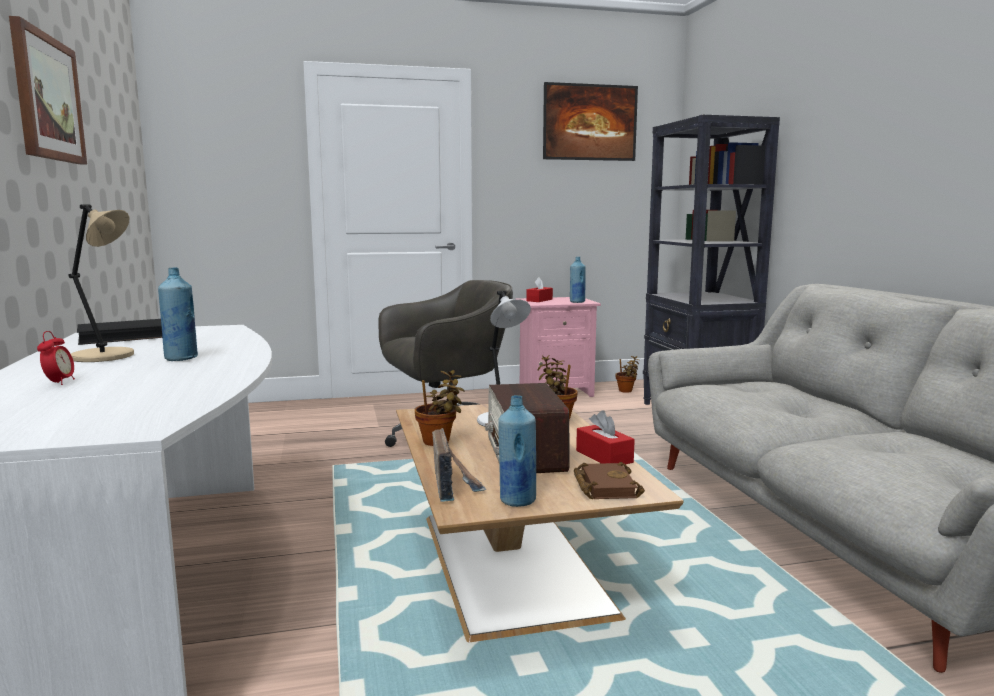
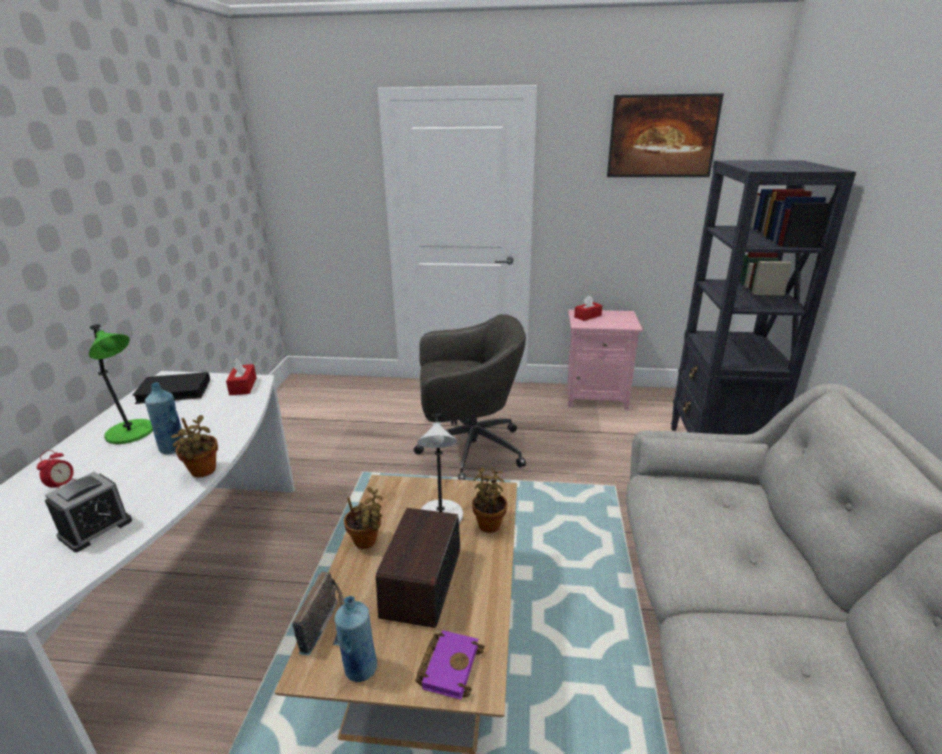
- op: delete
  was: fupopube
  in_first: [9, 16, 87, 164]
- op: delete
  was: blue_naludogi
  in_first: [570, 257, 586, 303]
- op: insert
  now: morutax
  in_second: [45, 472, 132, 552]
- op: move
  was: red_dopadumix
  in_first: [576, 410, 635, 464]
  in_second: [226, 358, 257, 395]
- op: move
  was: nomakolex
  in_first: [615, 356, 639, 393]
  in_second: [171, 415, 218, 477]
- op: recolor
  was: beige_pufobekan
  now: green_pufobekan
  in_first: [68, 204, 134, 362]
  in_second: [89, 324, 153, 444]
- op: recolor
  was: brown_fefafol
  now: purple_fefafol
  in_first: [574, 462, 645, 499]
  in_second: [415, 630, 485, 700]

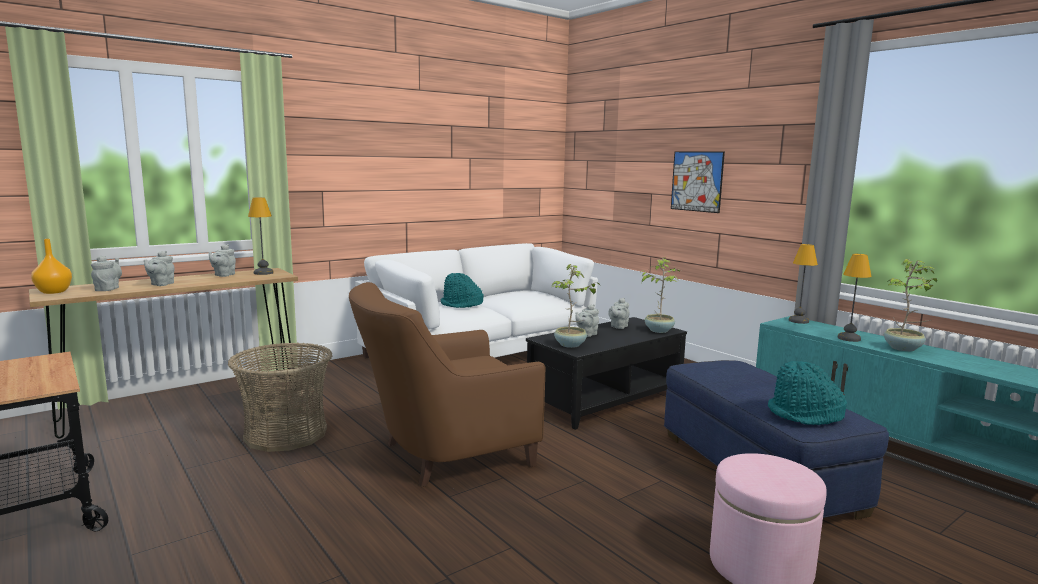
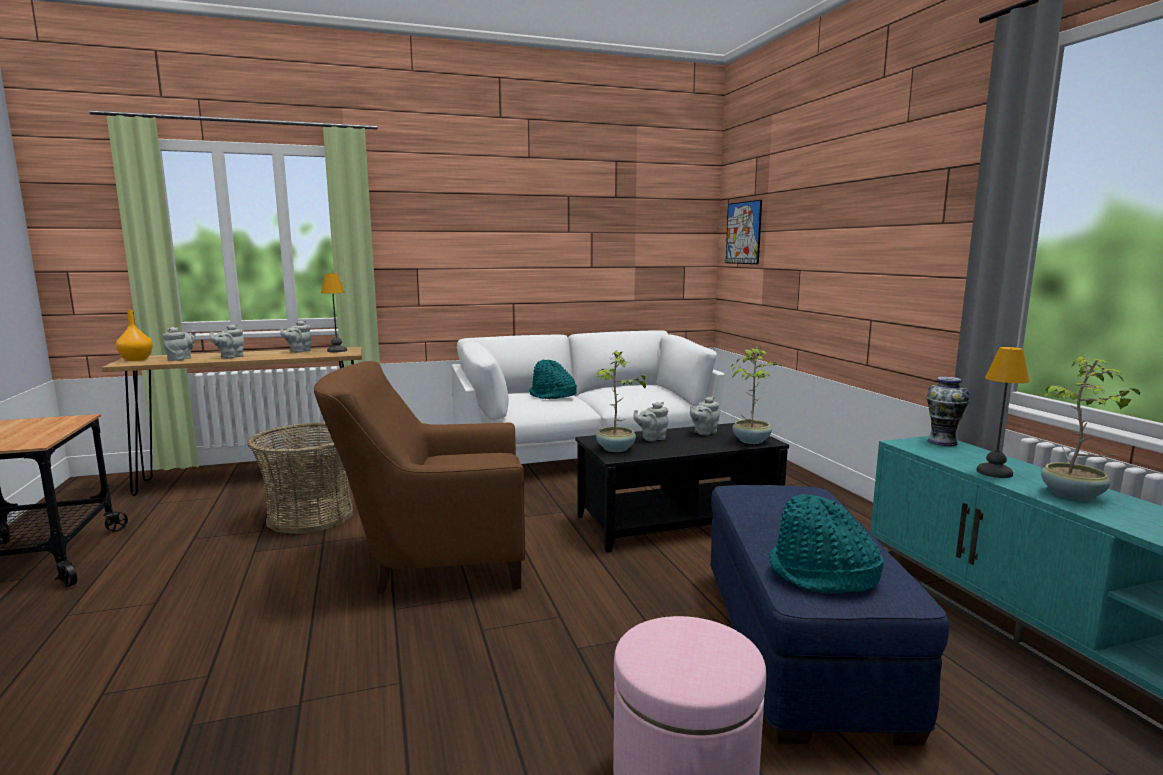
- op: move
  was: fupopube
  in_first: [671, 151, 725, 213]
  in_second: [726, 200, 762, 264]
- op: replace
  was: pufobekan
  now: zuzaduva
  in_first: [789, 244, 818, 324]
  in_second: [926, 377, 969, 446]

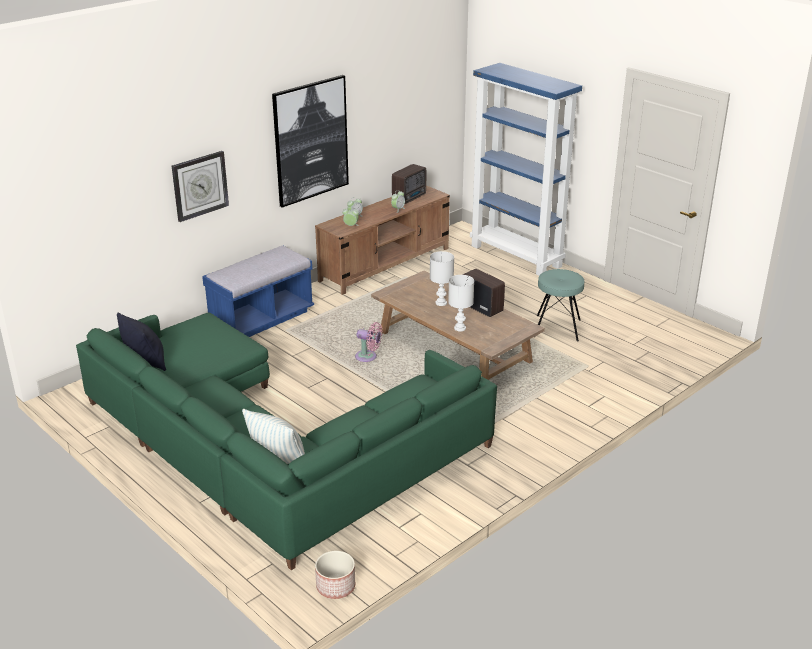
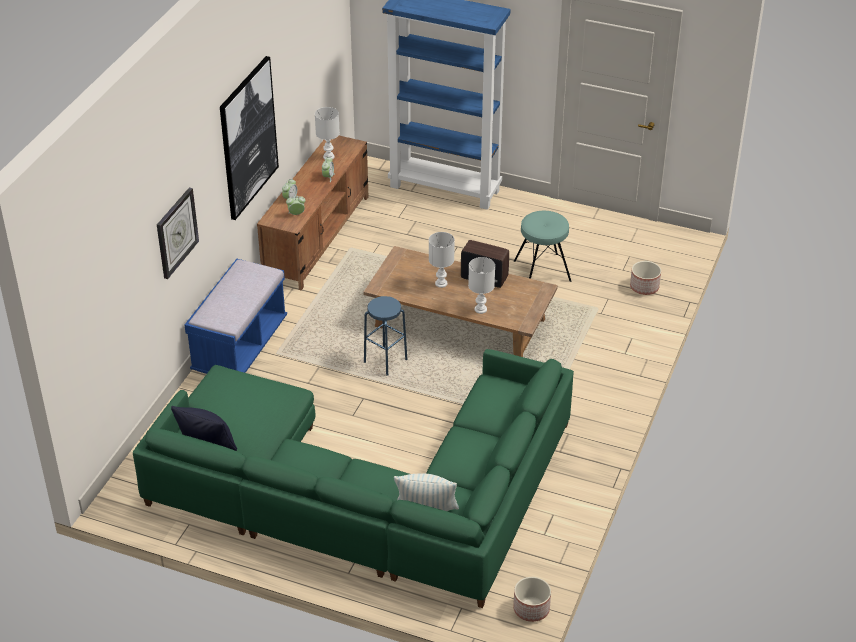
- op: insert
  now: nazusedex
  in_second: [630, 261, 661, 295]
- op: replace
  was: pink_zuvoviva
  now: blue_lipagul
  in_first: [355, 322, 382, 362]
  in_second: [364, 296, 407, 375]
- op: replace
  was: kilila
  now: white_pufobekan
  in_first: [392, 164, 426, 204]
  in_second: [315, 107, 340, 159]

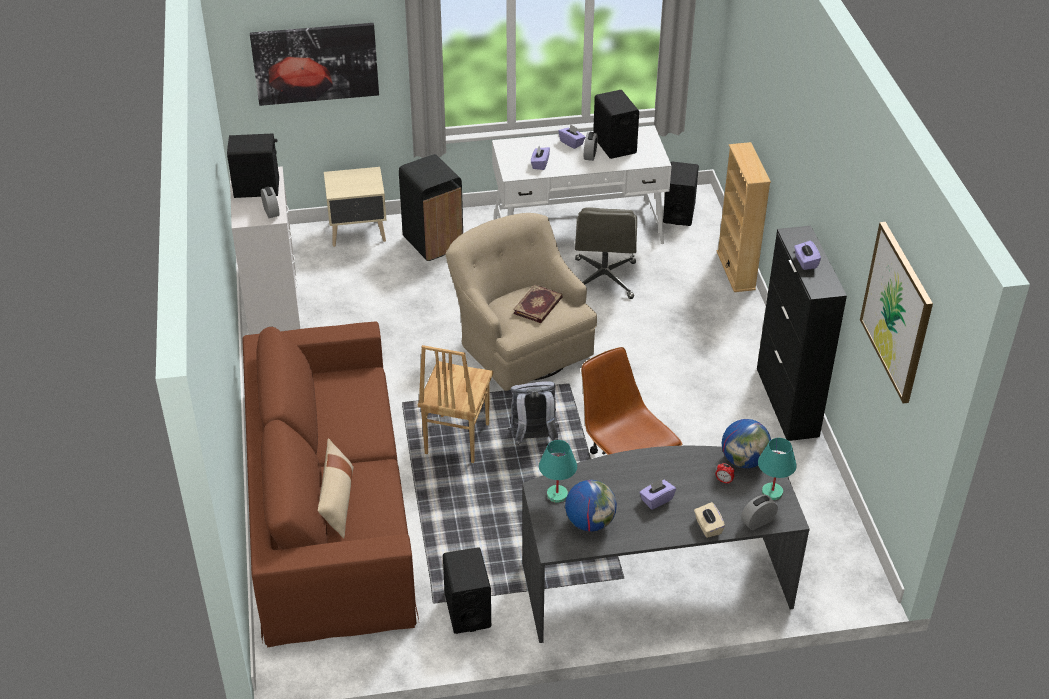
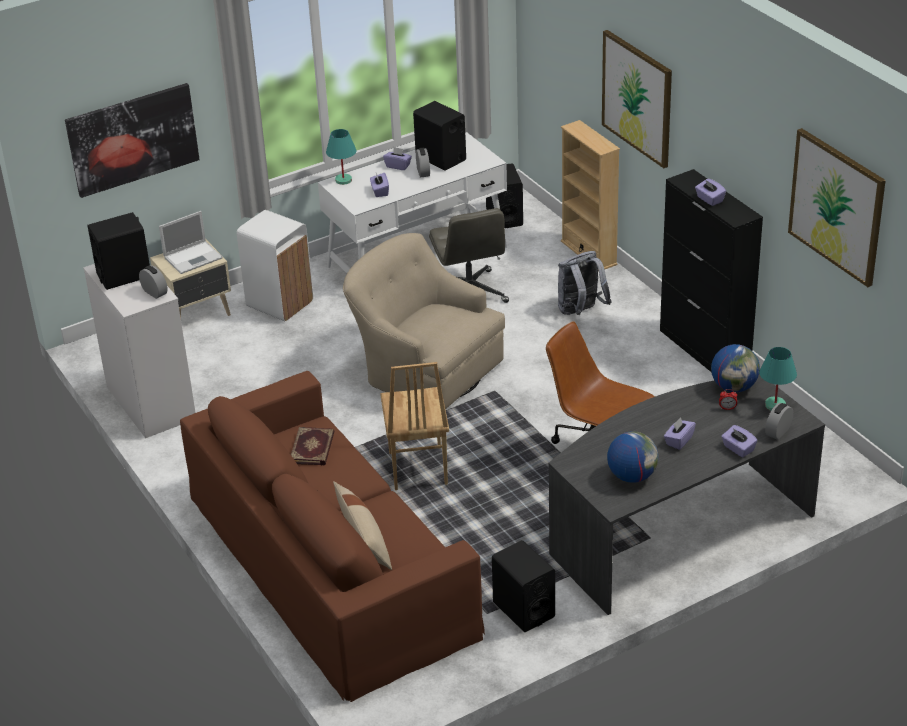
- op: insert
  now: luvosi
  in_second: [159, 211, 223, 274]
- op: insert
  now: fupopube
  in_second: [602, 30, 672, 168]
- op: move
  was: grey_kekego
  in_first: [508, 381, 559, 446]
  in_second: [558, 251, 612, 315]
- op: move
  was: fefafol
  in_first: [513, 284, 563, 323]
  in_second: [291, 427, 335, 465]
- op: move
  was: turquoise_pufobekan
  in_first: [539, 440, 577, 503]
  in_second: [326, 129, 356, 185]
- op: recolor
  was: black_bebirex
  now: white_bebirex
  in_first: [399, 154, 463, 261]
  in_second: [237, 210, 314, 322]
- op: recolor
  was: beige_dopadumix
  now: purple_dopadumix
  in_first: [694, 502, 725, 538]
  in_second: [721, 425, 758, 457]

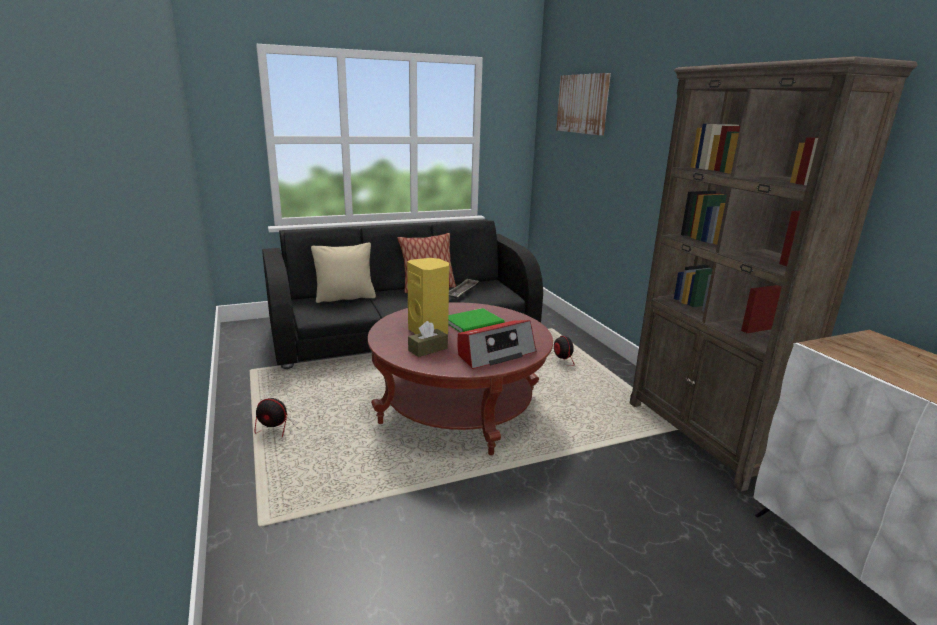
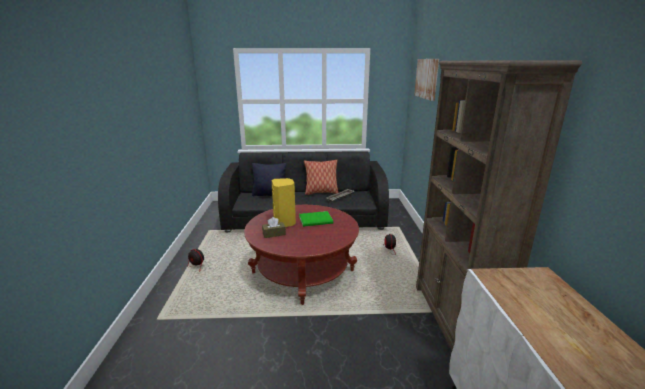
- op: delete
  was: kilila
  in_first: [457, 320, 536, 369]
- op: recolor
  was: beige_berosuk
  now: black_berosuk
  in_first: [311, 243, 376, 303]
  in_second: [252, 163, 286, 196]

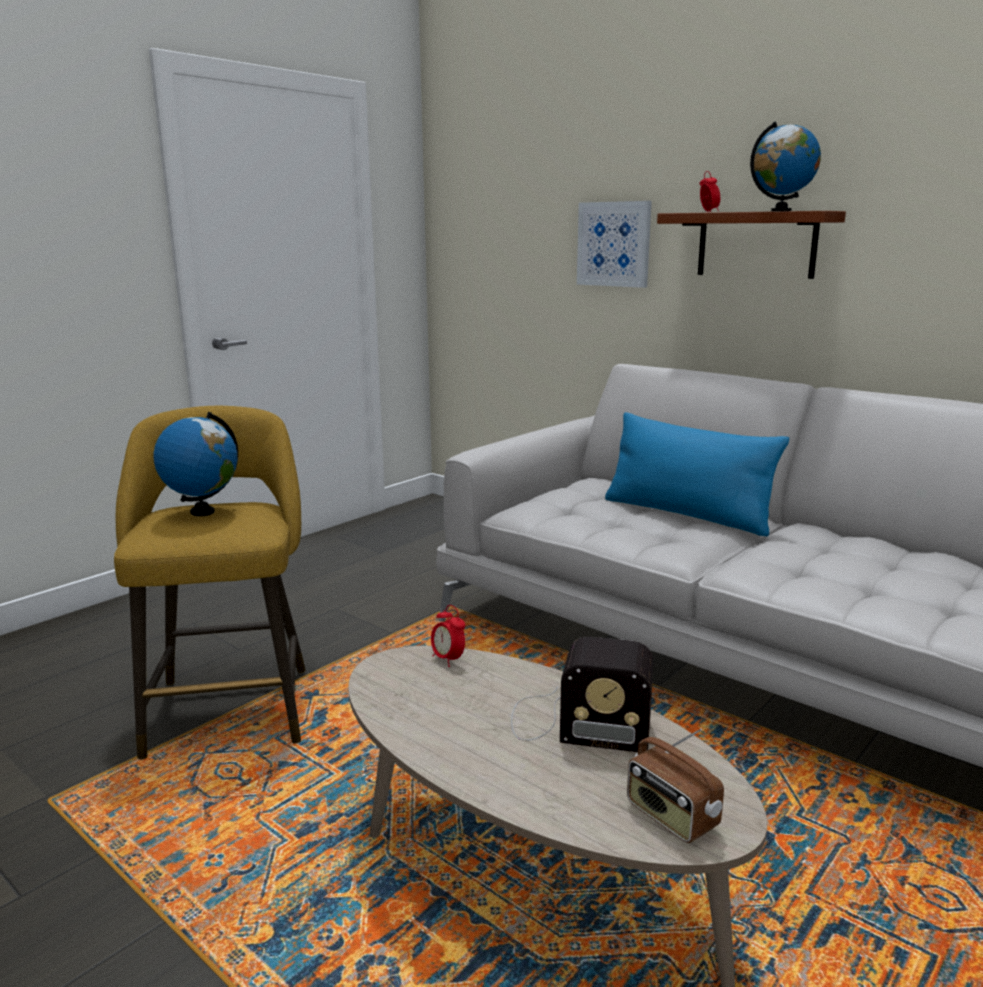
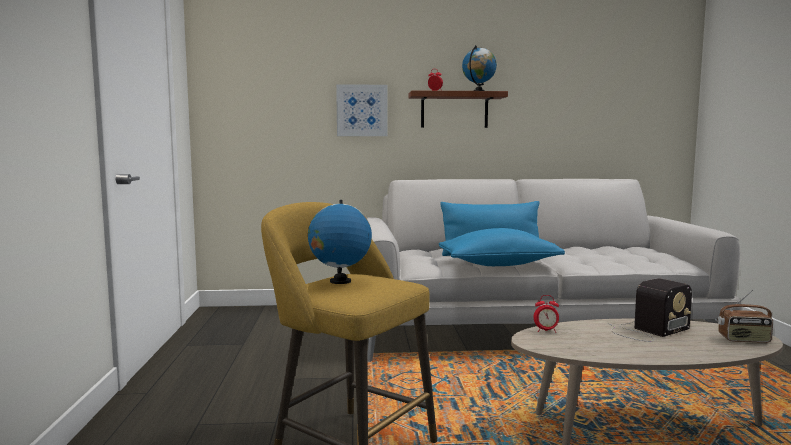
- op: insert
  now: blue_berosuk
  in_second: [439, 228, 565, 266]

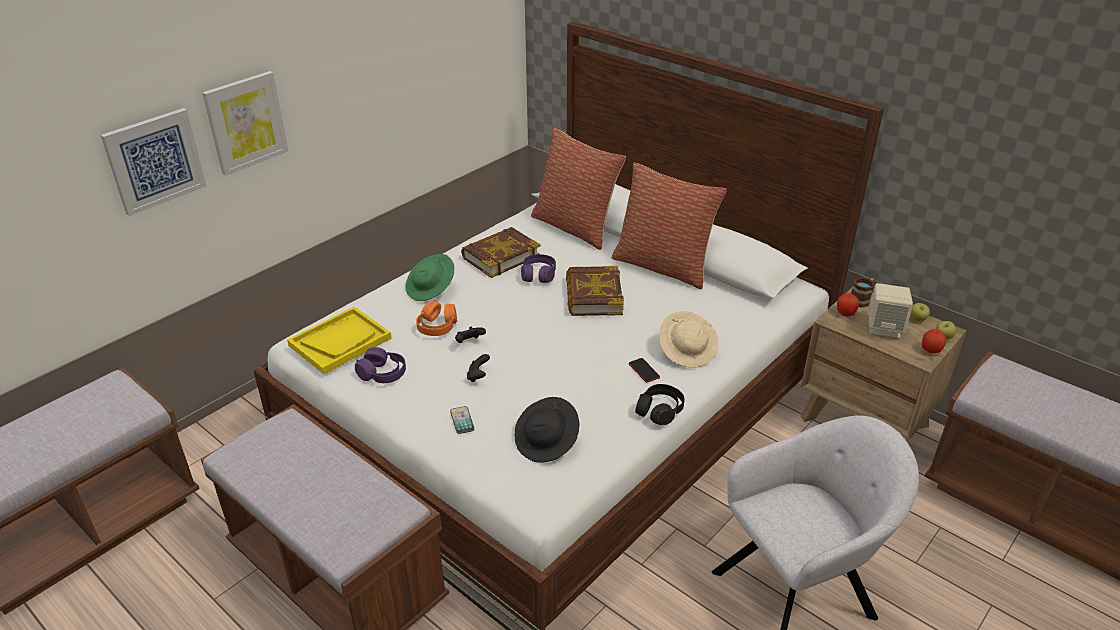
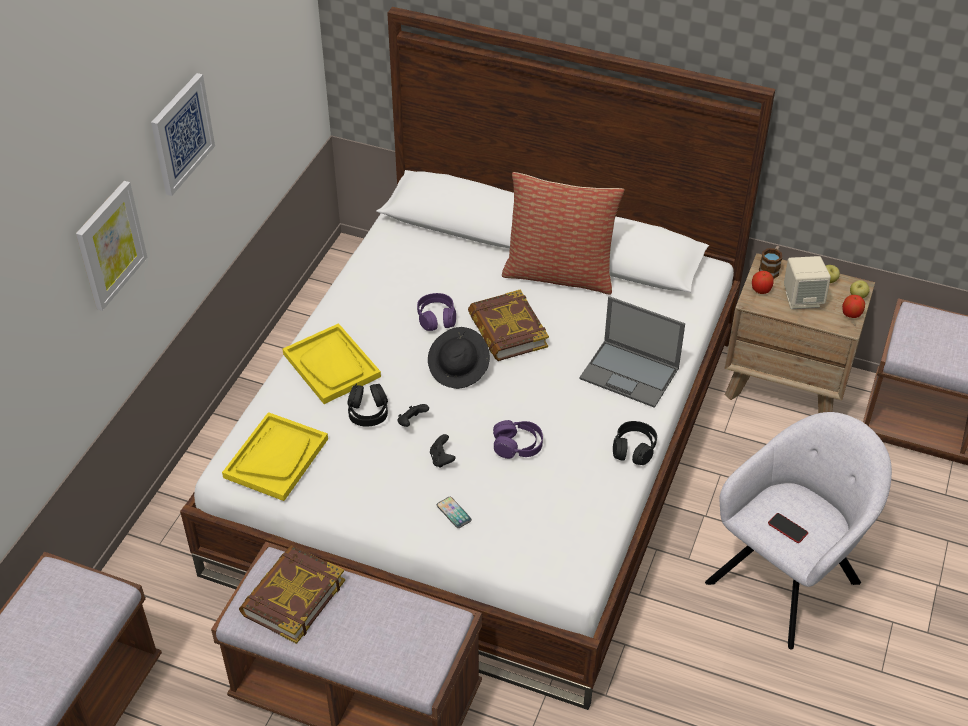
- op: delete
  was: berosuk
  in_first: [531, 128, 626, 250]
- op: move
  was: fupopube
  in_first: [101, 108, 206, 216]
  in_second: [151, 73, 215, 196]
- op: move
  was: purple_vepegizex
  in_first: [355, 347, 406, 383]
  in_second: [493, 420, 543, 459]
- op: move
  was: fefafol
  in_first: [461, 227, 541, 278]
  in_second: [239, 545, 345, 644]
- op: move
  was: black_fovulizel
  in_first: [514, 397, 579, 463]
  in_second: [428, 327, 490, 389]
- op: move
  was: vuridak
  in_first: [629, 358, 660, 382]
  in_second: [768, 513, 808, 543]
- op: replace
  was: green_fovulizel
  now: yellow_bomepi
  in_first: [405, 254, 454, 301]
  in_second: [283, 323, 381, 404]
- op: replace
  was: beige_fovulizel
  now: luvosi
  in_first: [659, 311, 719, 368]
  in_second: [579, 296, 685, 408]
- op: recolor
  was: orange_vepegizex
  now: black_vepegizex
  in_first: [416, 299, 457, 336]
  in_second: [347, 383, 388, 427]

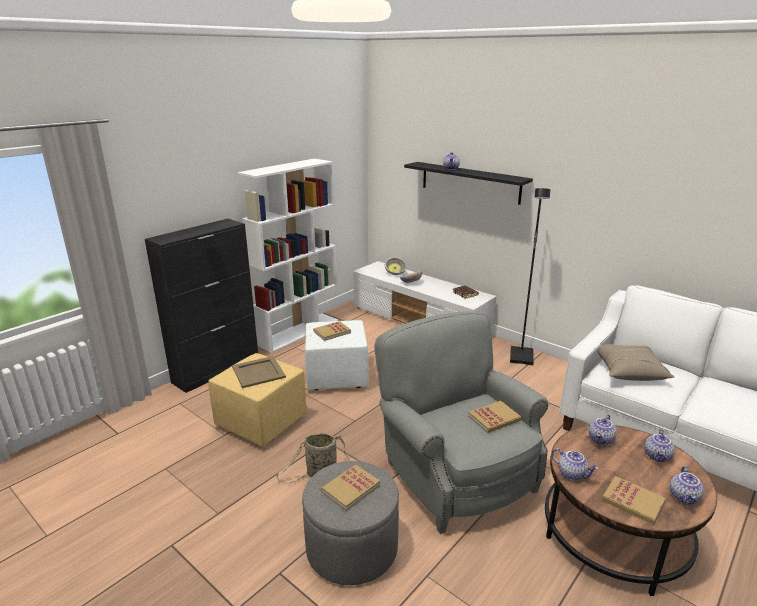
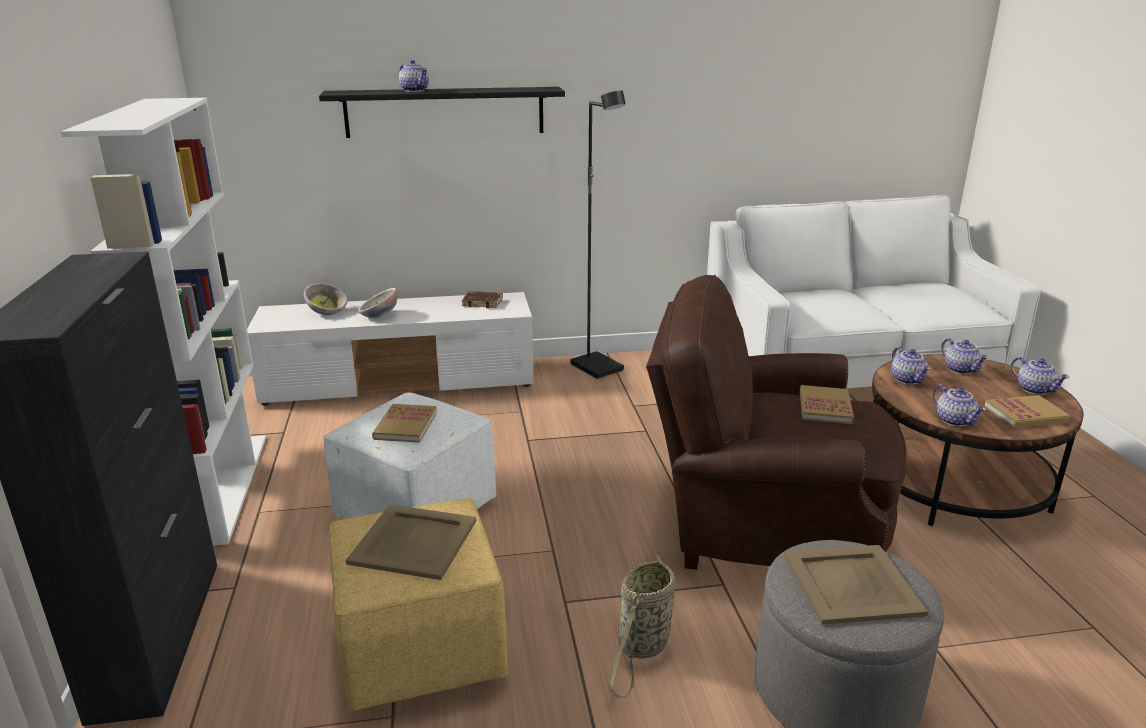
- op: delete
  was: beige_berosuk
  in_first: [598, 344, 674, 381]
- op: replace
  was: fefafol
  now: beige_bomepi
  in_first: [321, 465, 380, 511]
  in_second: [784, 545, 928, 625]
- op: recolor
  was: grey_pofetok
  now: brown_pofetok
  in_first: [375, 311, 548, 534]
  in_second: [646, 275, 907, 570]
- op: rotate
  was: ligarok
  in_first: [552, 448, 598, 480]
  in_second: [933, 385, 986, 427]
  clockwise: 75

